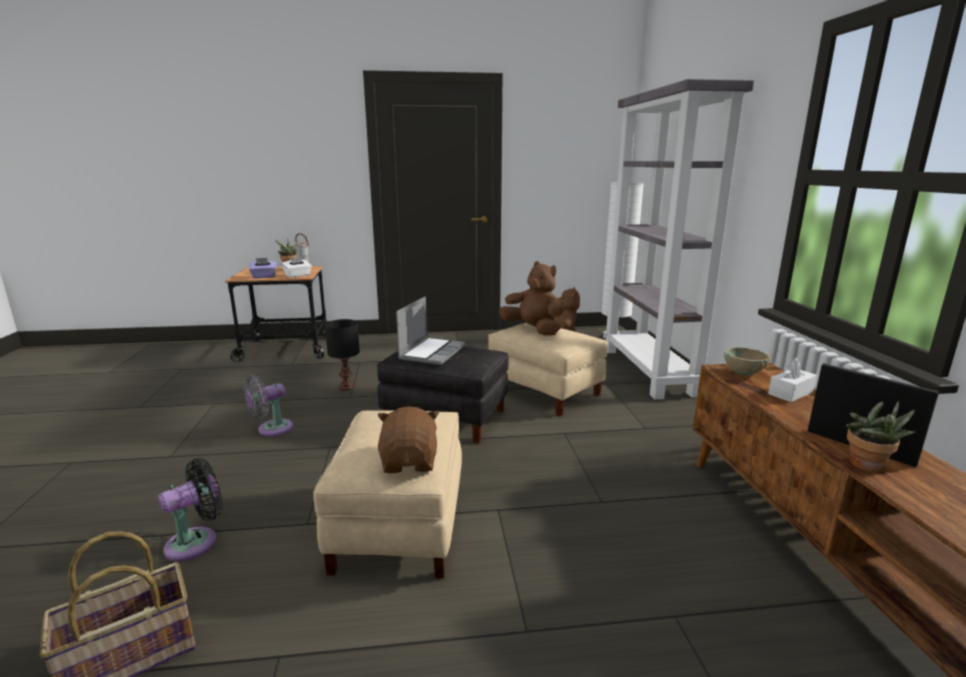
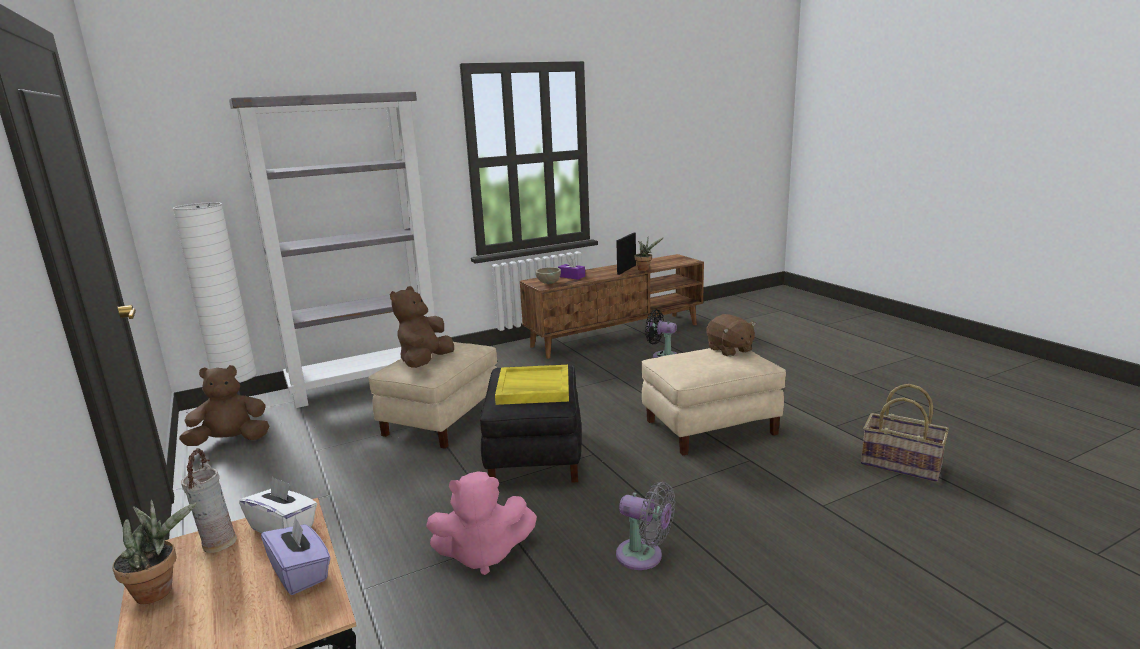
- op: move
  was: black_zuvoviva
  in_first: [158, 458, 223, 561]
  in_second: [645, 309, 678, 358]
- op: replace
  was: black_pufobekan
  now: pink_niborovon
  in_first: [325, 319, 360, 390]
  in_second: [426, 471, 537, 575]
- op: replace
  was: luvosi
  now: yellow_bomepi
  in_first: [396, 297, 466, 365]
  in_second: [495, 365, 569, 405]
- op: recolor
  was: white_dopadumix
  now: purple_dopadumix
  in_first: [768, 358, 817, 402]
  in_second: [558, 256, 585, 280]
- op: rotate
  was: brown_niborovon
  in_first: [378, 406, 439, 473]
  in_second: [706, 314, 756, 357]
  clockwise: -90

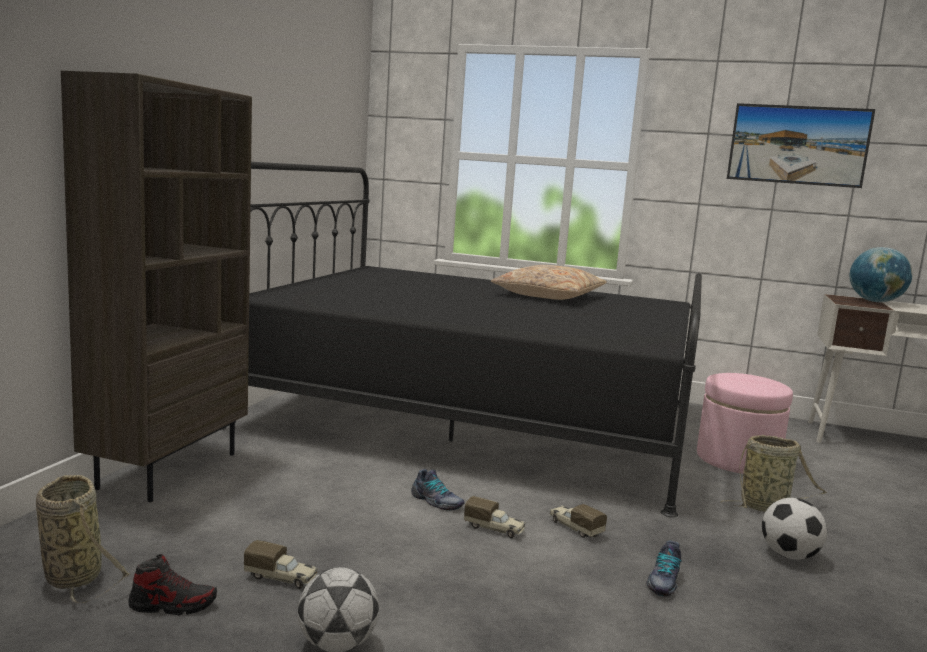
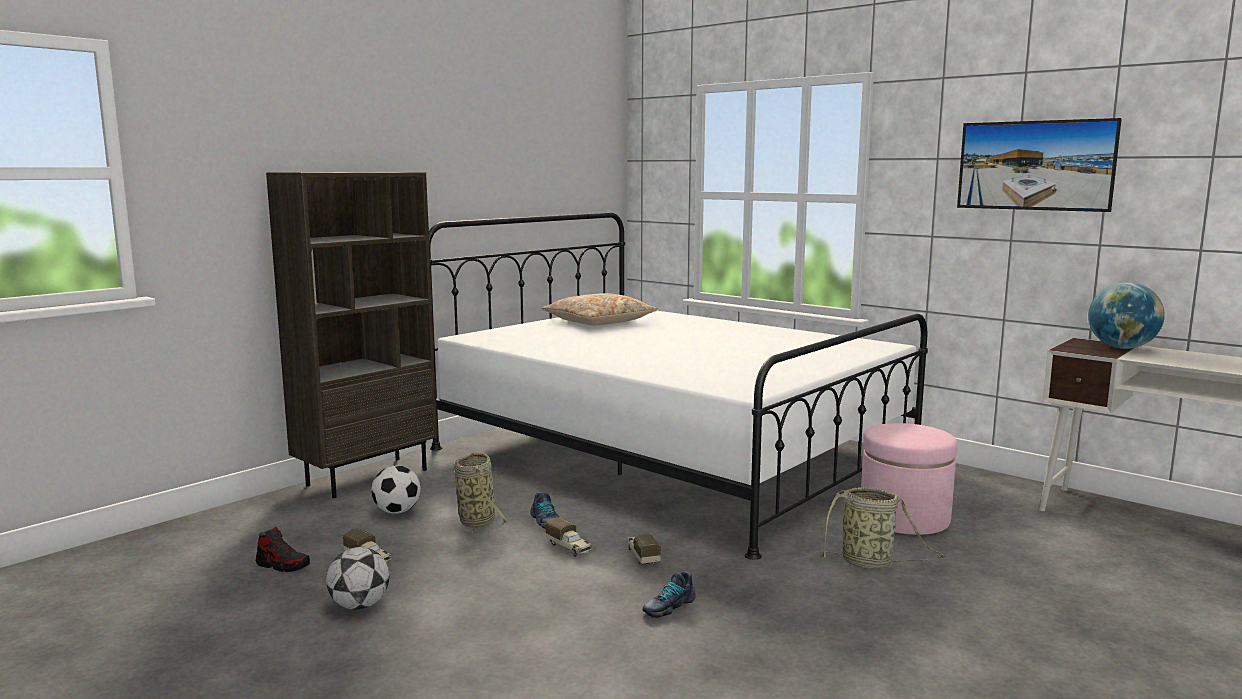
- op: move
  was: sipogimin
  in_first: [36, 475, 130, 603]
  in_second: [454, 453, 509, 536]
- op: move
  was: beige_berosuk
  in_first: [491, 265, 607, 300]
  in_second: [542, 293, 658, 325]
- op: move
  was: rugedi
  in_first: [762, 498, 827, 560]
  in_second: [372, 465, 421, 514]
- op: recolor
  was: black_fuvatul
  now: white_fuvatul
  in_first: [221, 162, 702, 517]
  in_second: [429, 212, 928, 560]

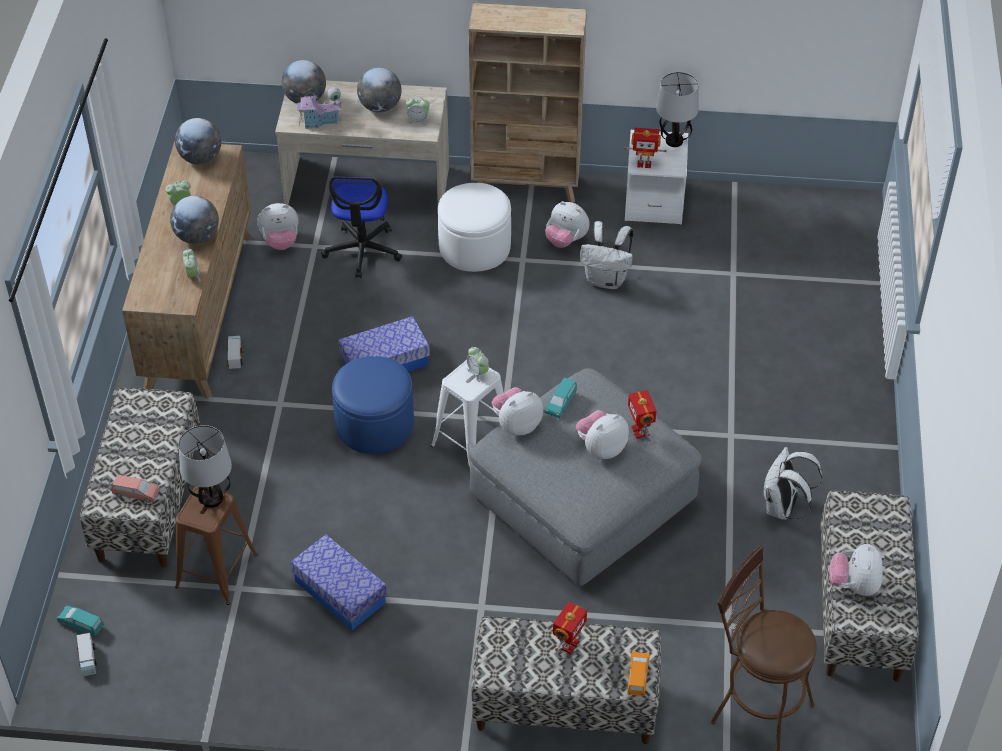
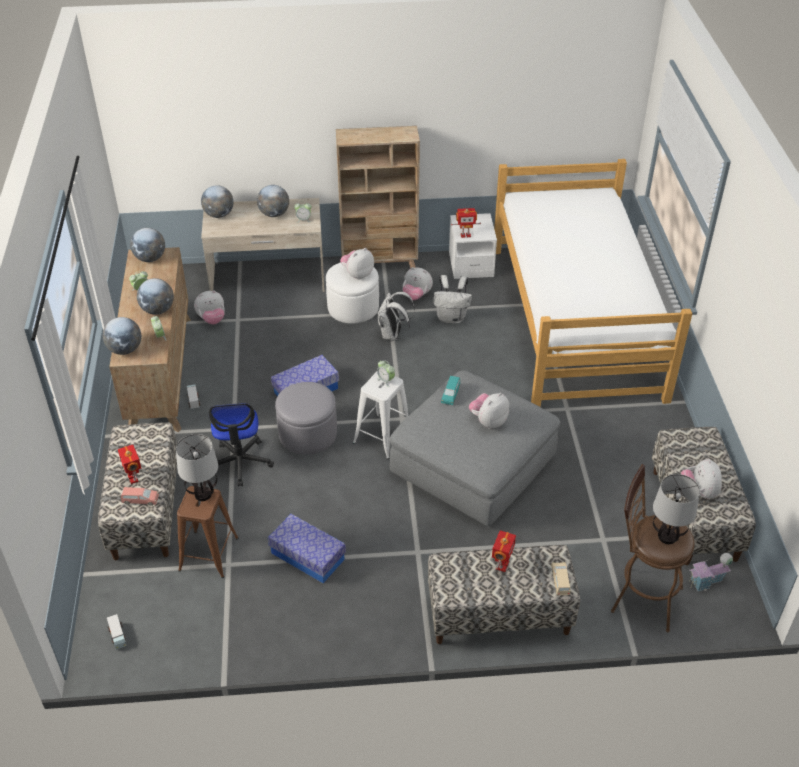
- op: delete
  was: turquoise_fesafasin
  in_first: [57, 606, 104, 637]
- op: insert
  now: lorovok
  in_second: [103, 317, 141, 355]
- op: insert
  now: fuvatul
  in_second: [494, 159, 692, 407]
- op: move
  was: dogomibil
  in_first: [296, 87, 341, 129]
  in_second: [689, 553, 733, 591]
- op: move
  was: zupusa
  in_first: [321, 177, 402, 278]
  in_second: [209, 403, 274, 487]
- op: move
  was: niborovon
  in_first: [492, 387, 543, 435]
  in_second: [340, 248, 374, 280]
- op: move
  was: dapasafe
  in_first: [628, 390, 656, 439]
  in_second: [118, 445, 141, 484]
- op: move
  was: pufobekan
  in_first: [656, 72, 699, 147]
  in_second: [653, 474, 700, 544]
- op: move
  was: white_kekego
  in_first: [764, 447, 822, 520]
  in_second: [378, 292, 415, 341]
- op: recolor
  was: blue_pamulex
  now: grey_pamulex
  in_first: [332, 356, 414, 454]
  in_second: [275, 382, 337, 455]
- op: recolor
  was: orange_fesafasin
  now: beige_fesafasin
  in_first: [627, 651, 650, 696]
  in_second: [551, 562, 570, 595]

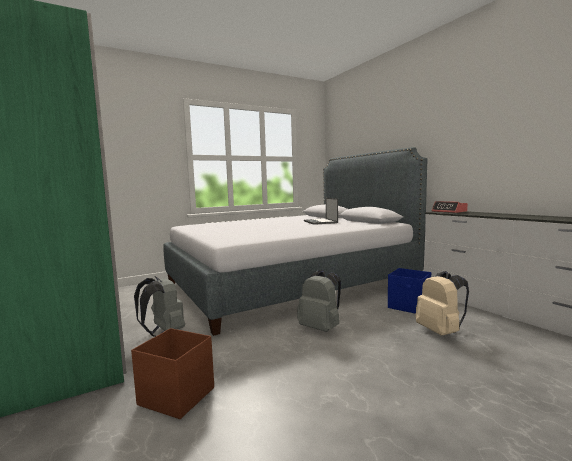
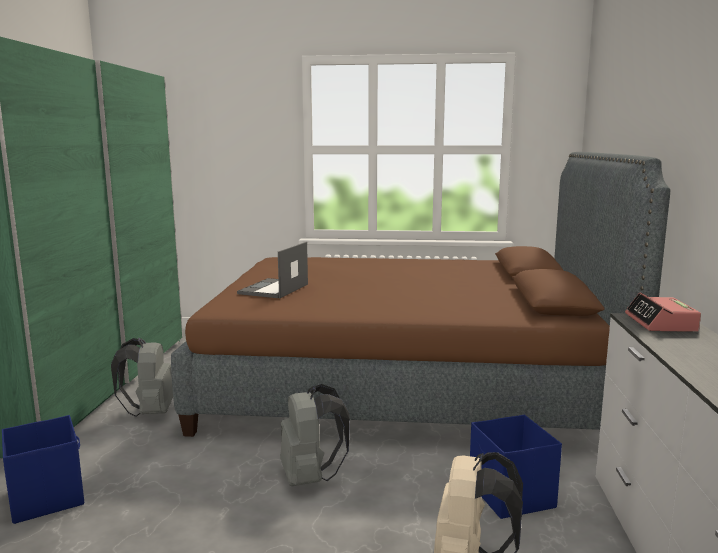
- op: move
  was: luvosi
  in_first: [304, 198, 338, 225]
  in_second: [237, 242, 308, 298]
- op: recolor
  was: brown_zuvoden
  now: blue_zuvoden
  in_first: [131, 328, 214, 419]
  in_second: [2, 415, 84, 524]
- op: recolor
  was: grey_fuvatul
  now: brown_fuvatul
  in_first: [163, 147, 427, 336]
  in_second: [171, 152, 670, 437]

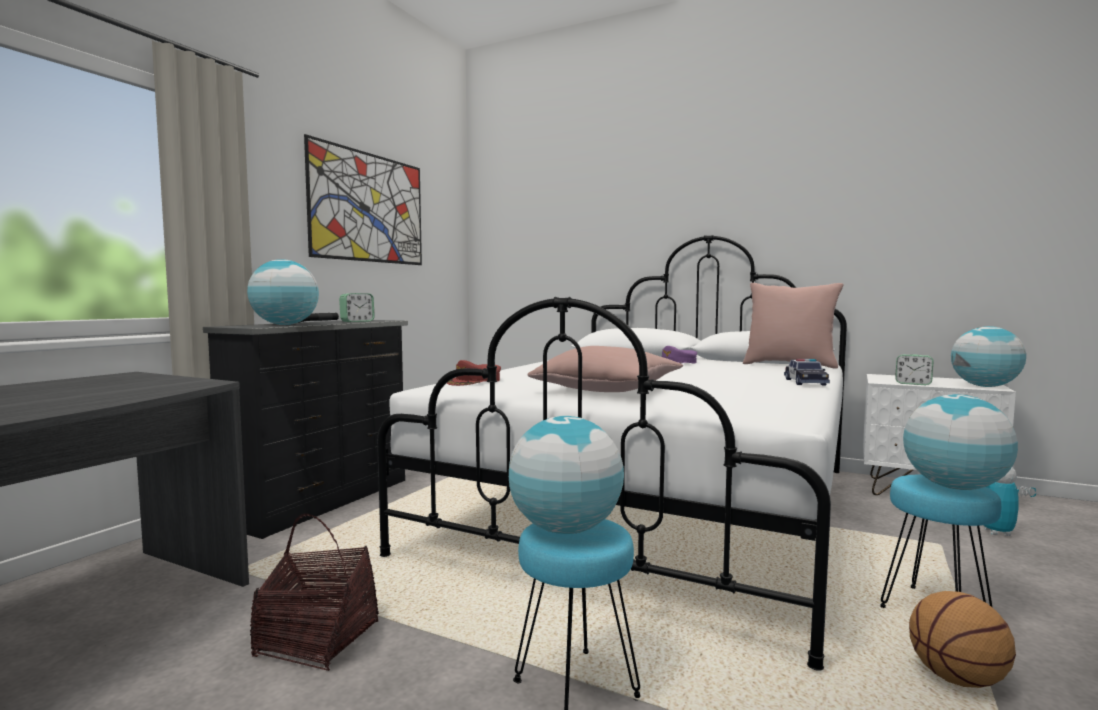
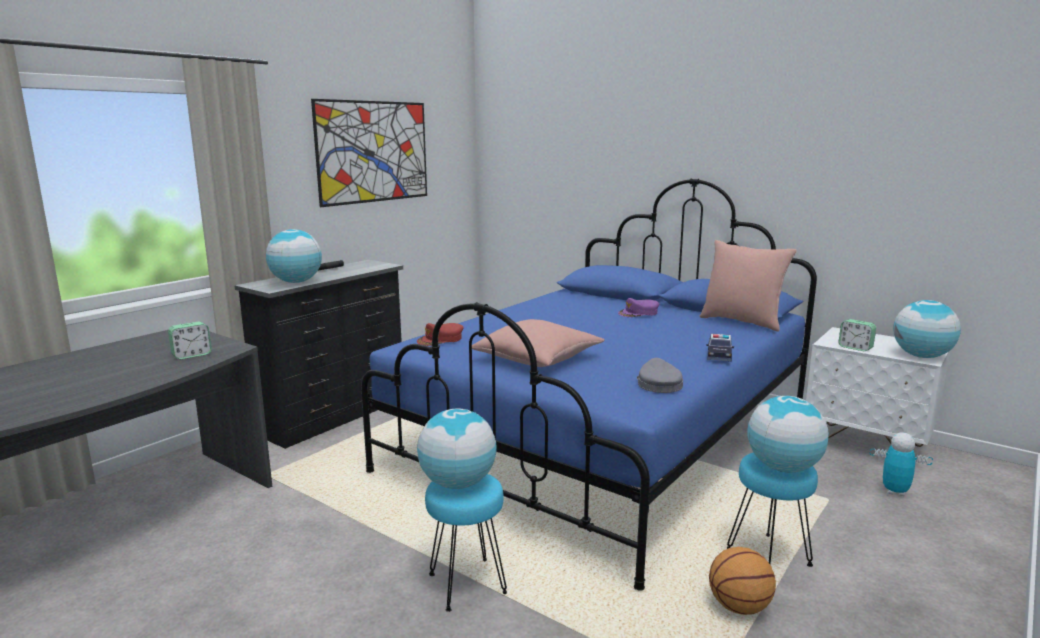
- op: delete
  was: sipogimin
  in_first: [250, 514, 379, 671]
- op: insert
  now: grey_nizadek
  in_second: [637, 358, 683, 393]
- op: move
  was: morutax
  in_first: [339, 293, 375, 322]
  in_second: [168, 322, 212, 359]
- op: recolor
  was: white_fuvatul
  now: blue_fuvatul
  in_first: [377, 235, 847, 671]
  in_second: [361, 179, 817, 591]

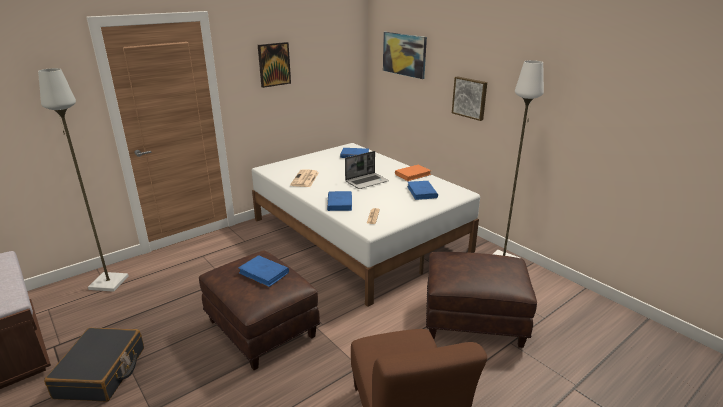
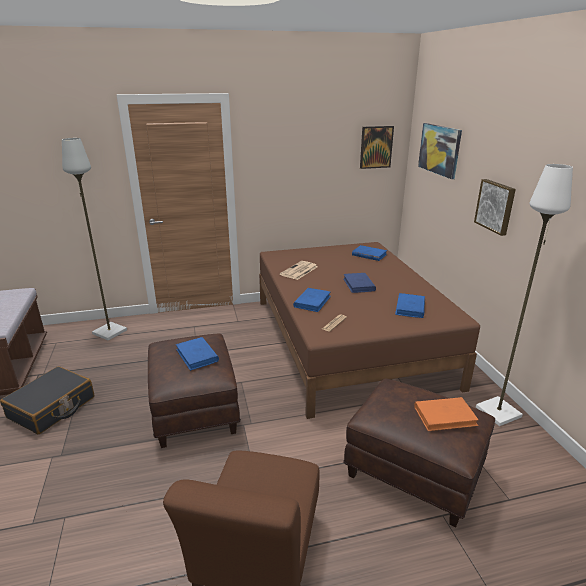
- op: move
  was: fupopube
  in_first: [258, 42, 291, 88]
  in_second: [360, 126, 394, 169]
- op: move
  was: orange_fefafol
  in_first: [395, 164, 432, 181]
  in_second: [414, 397, 479, 431]
- op: replace
  was: luvosi
  now: blue_fefafol
  in_first: [345, 151, 389, 189]
  in_second: [343, 273, 376, 293]
- op: recolor
  was: white_fuvatul
  now: brown_fuvatul
  in_first: [252, 143, 480, 307]
  in_second: [259, 242, 480, 419]

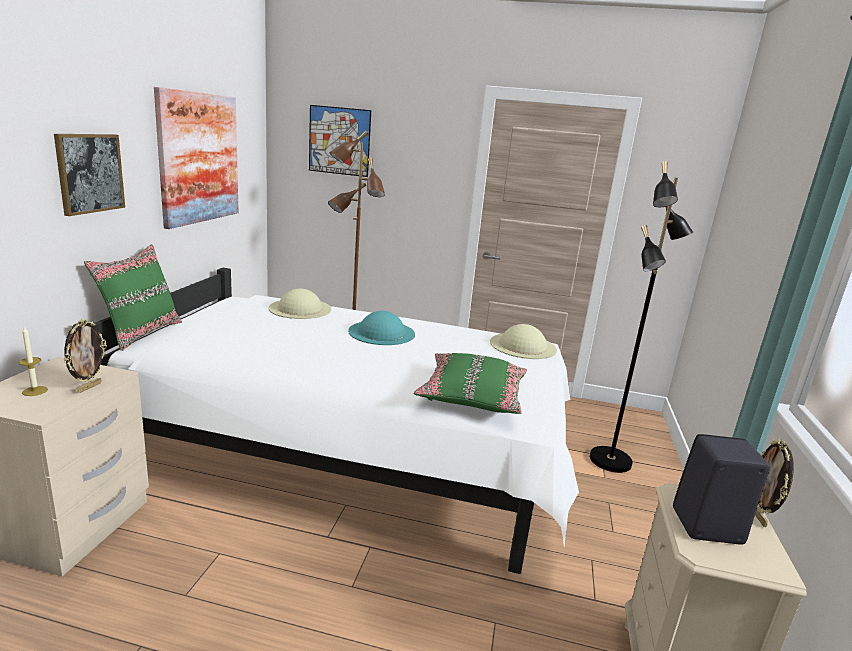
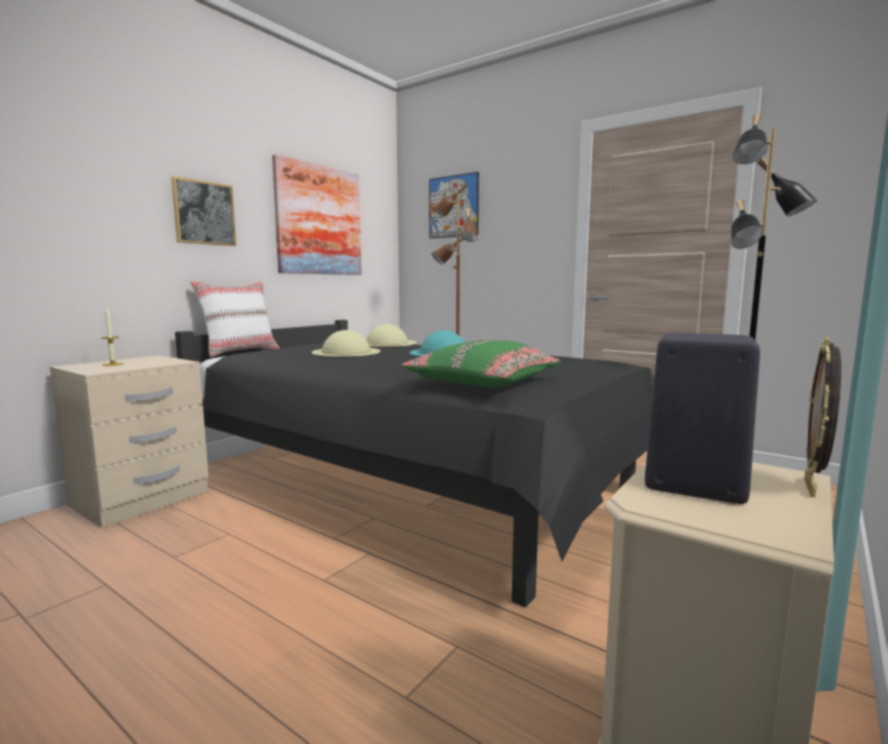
- op: delete
  was: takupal
  in_first: [64, 319, 107, 393]
- op: move
  was: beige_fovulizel
  in_first: [490, 324, 557, 359]
  in_second: [311, 330, 381, 357]
- op: recolor
  was: white_fuvatul
  now: black_fuvatul
  in_first: [73, 268, 579, 574]
  in_second: [175, 320, 654, 607]
- op: recolor
  was: green_berosuk
  now: white_berosuk
  in_first: [84, 244, 182, 351]
  in_second: [190, 281, 280, 357]

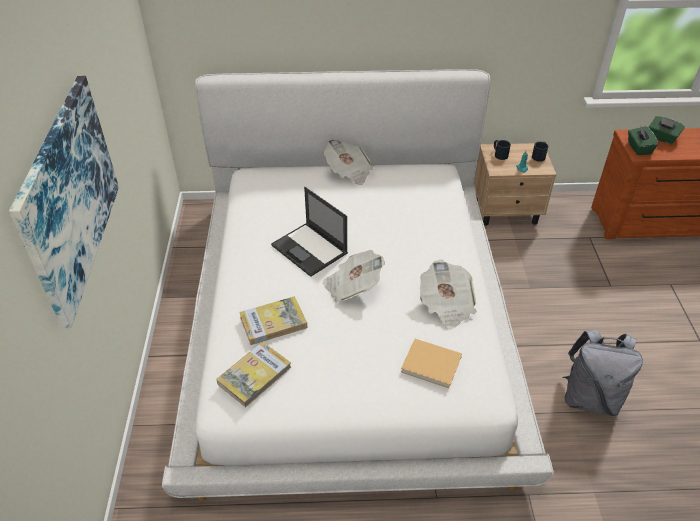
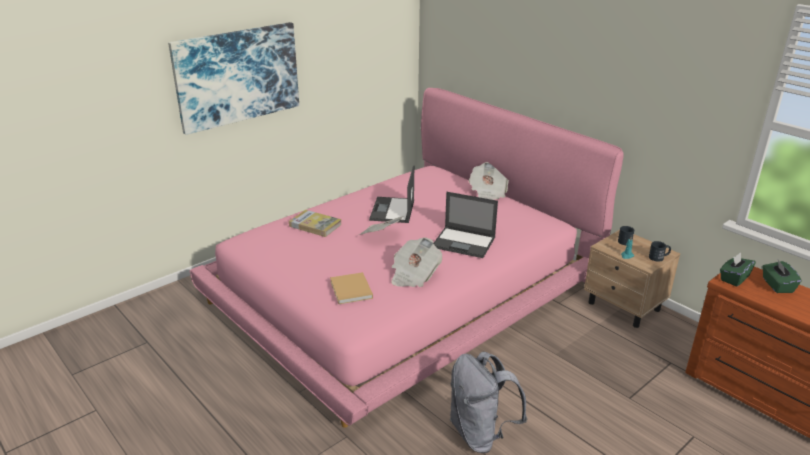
- op: delete
  was: fefafol
  in_first: [216, 342, 291, 408]
- op: insert
  now: luvosi
  in_second: [433, 192, 498, 258]
- op: recolor
  was: white_fuvatul
  now: pink_fuvatul
  in_first: [162, 69, 554, 501]
  in_second: [190, 88, 624, 428]

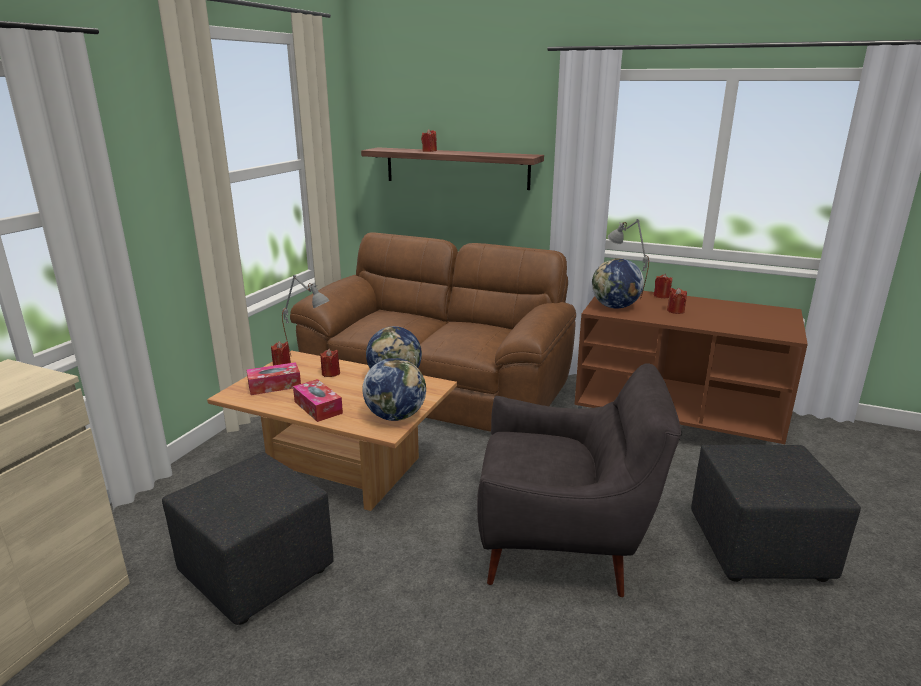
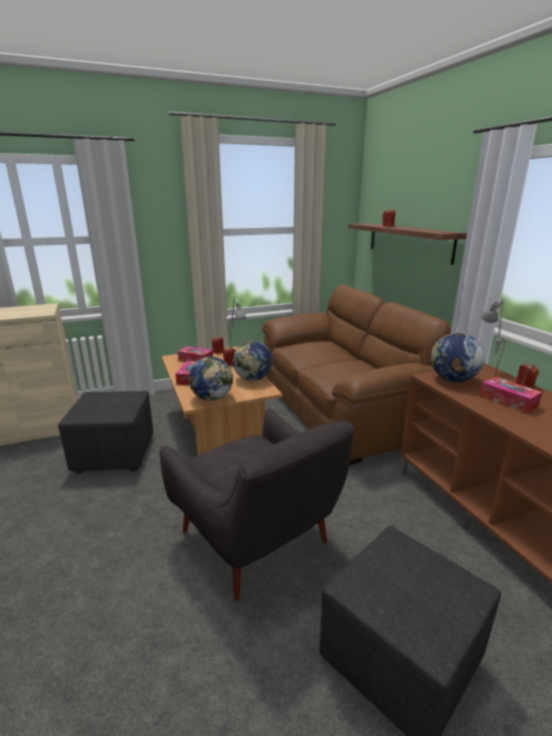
- op: replace
  was: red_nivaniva
  now: dopadumix
  in_first: [667, 287, 687, 314]
  in_second: [479, 377, 542, 414]

